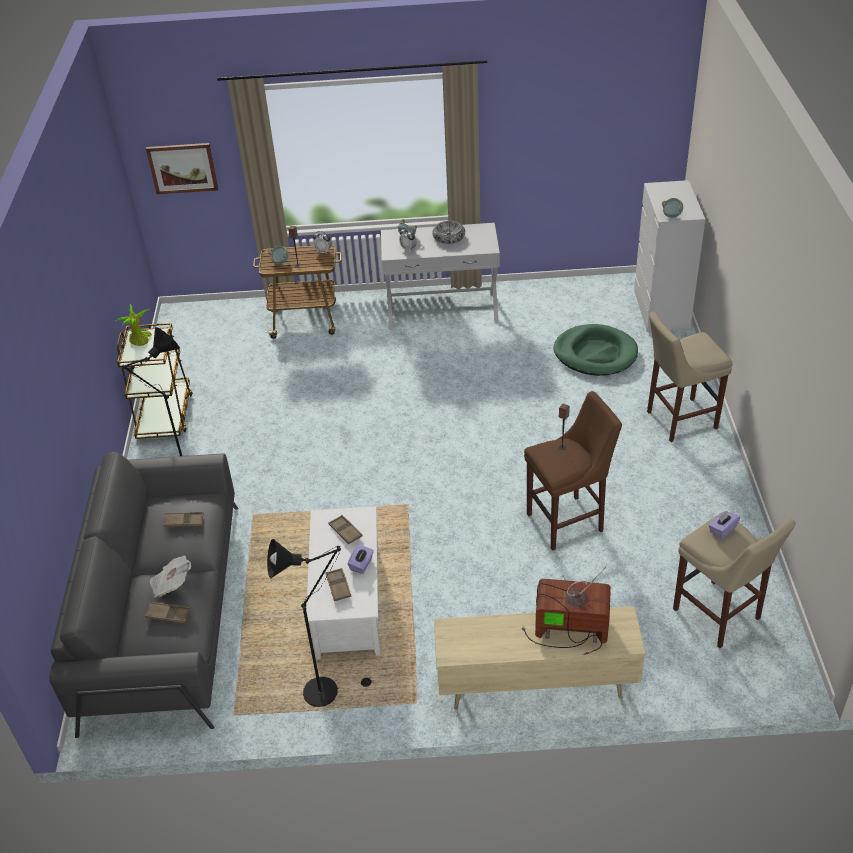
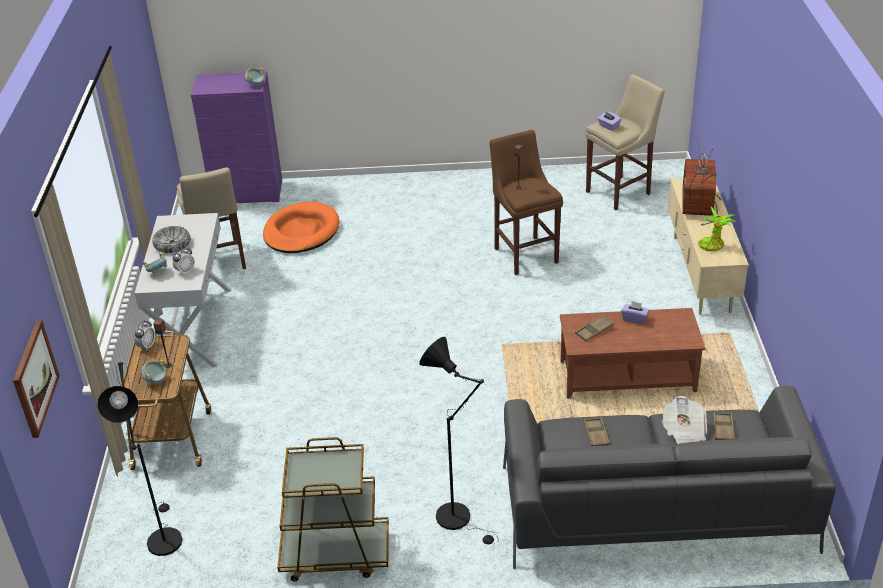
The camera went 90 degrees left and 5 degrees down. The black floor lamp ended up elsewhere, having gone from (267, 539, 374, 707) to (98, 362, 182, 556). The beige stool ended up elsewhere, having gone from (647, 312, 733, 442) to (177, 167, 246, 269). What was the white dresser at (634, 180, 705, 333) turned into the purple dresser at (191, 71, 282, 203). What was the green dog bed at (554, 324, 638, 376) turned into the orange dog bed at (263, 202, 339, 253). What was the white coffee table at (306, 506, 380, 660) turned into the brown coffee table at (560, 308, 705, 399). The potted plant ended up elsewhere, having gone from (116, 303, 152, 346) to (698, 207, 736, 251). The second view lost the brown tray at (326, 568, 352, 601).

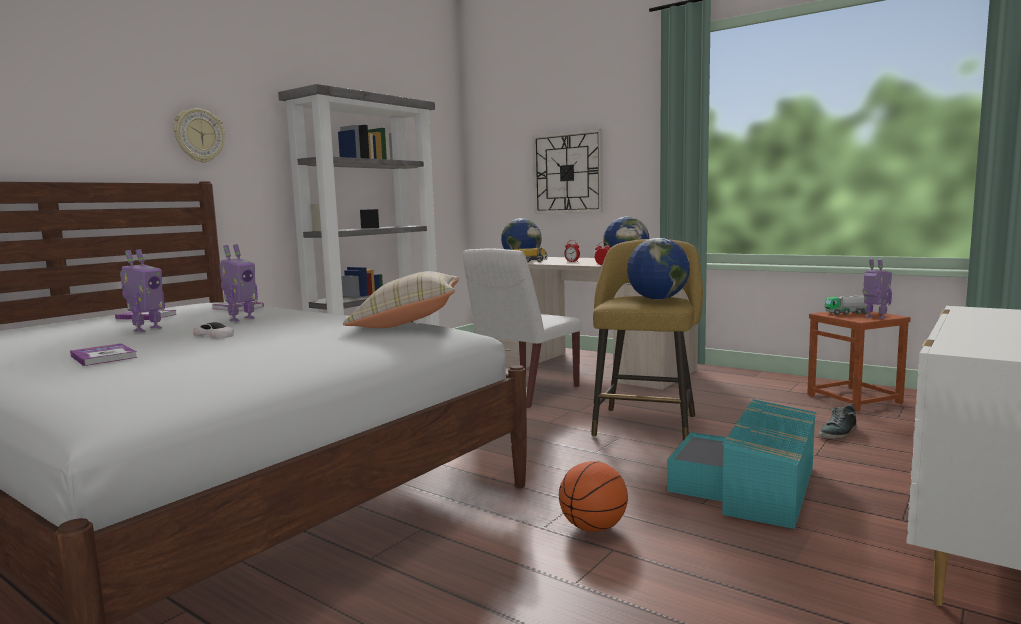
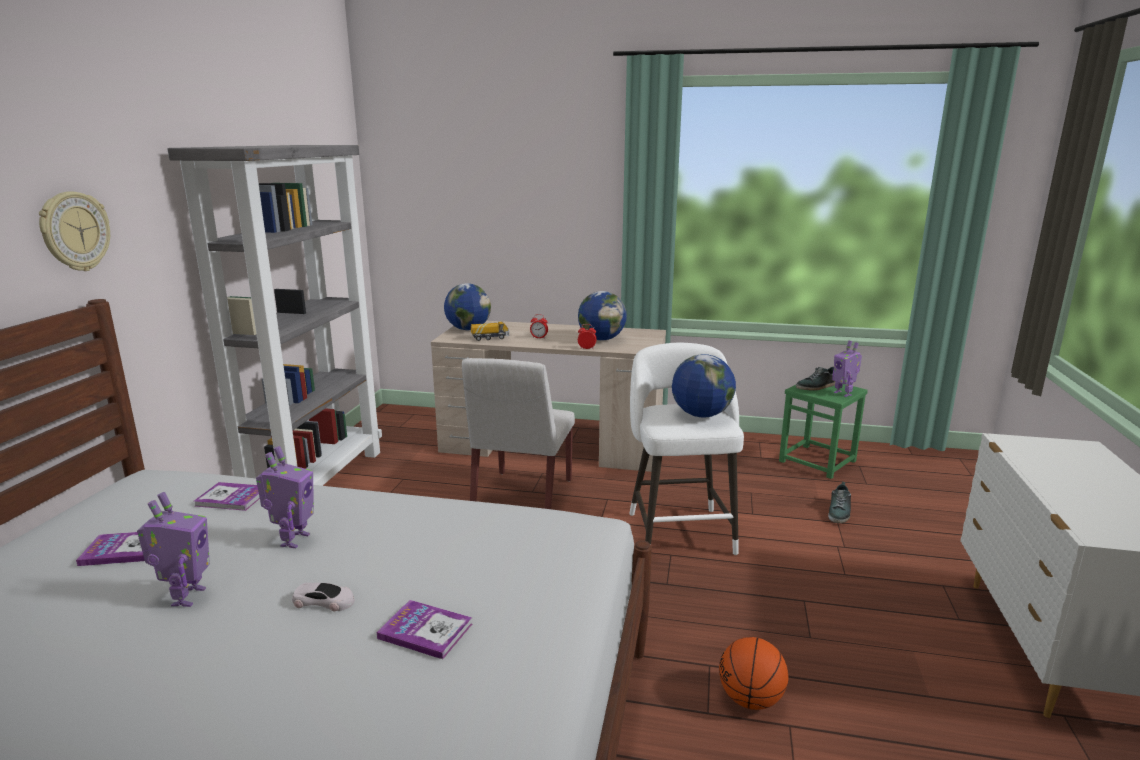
The camera went 25 degrees left and 10 degrees up. The book ended up elsewhere, having gone from (70, 343, 137, 366) to (377, 600, 472, 659). What was the yellow stool at (591, 239, 703, 440) turned into the white stool at (629, 343, 744, 555). What was the brown stool at (807, 311, 911, 411) turned into the green stool at (779, 384, 868, 479). Where the toy truck stood at (825, 295, 874, 315), the shoe came to stand at (796, 367, 836, 391). The toy robot at (862, 258, 892, 319) ended up facing another way, 150 degrees counterclockwise from before. The second view lost the beige pillow at (343, 271, 459, 328). The second view lost the wall clock at (533, 129, 603, 214). The second view lost the turquoise storage box at (667, 399, 817, 529).

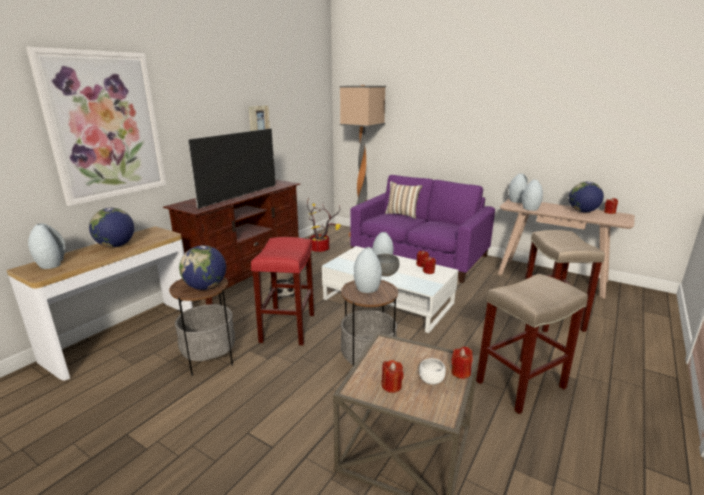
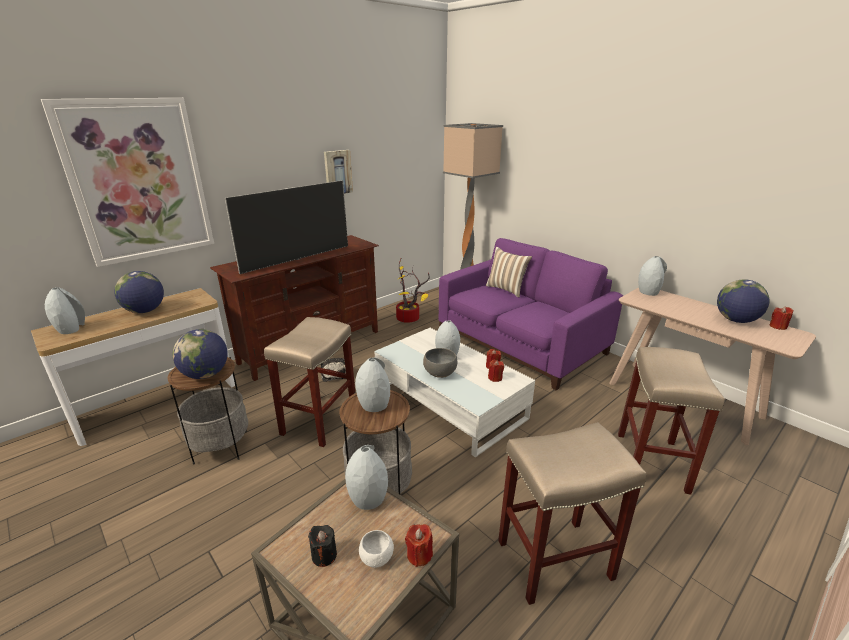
The camera went 15 degrees right and 5 degrees up. What was the red stool at (251, 237, 314, 345) turned into the beige stool at (264, 317, 355, 447). What was the red candle at (382, 360, 404, 393) turned into the black candle at (308, 525, 337, 567). The grey vase ended up elsewhere, having gone from (522, 179, 543, 211) to (345, 445, 388, 510).

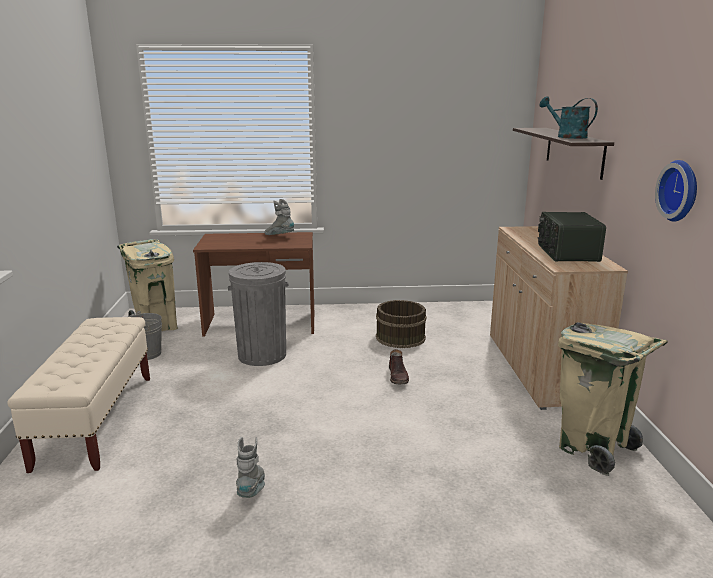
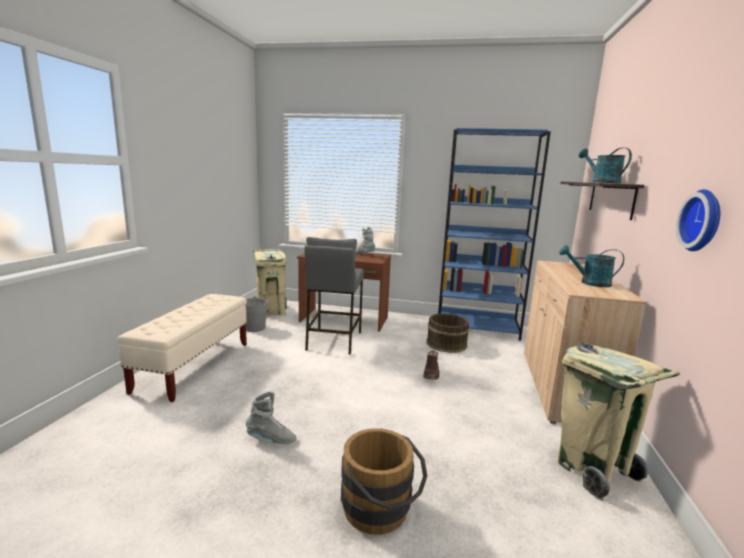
The camera went 15 degrees right and 5 degrees down. The grey boot at (236, 437, 265, 498) ended up facing another way, 75 degrees clockwise from before. Where the grey trash can stood at (228, 262, 288, 366), the grey stool came to stand at (304, 237, 364, 355). The second view gained the brown bucket at (341, 428, 427, 535). The second view gained the blue bookcase at (438, 128, 551, 341). Where the radio stood at (537, 212, 606, 262), the turquoise watering can came to stand at (559, 245, 624, 287).

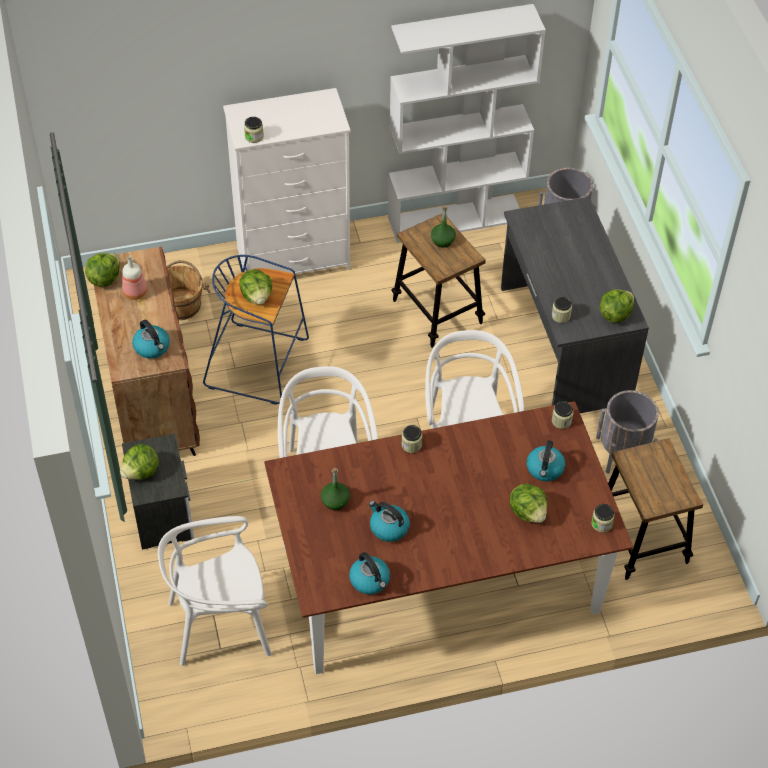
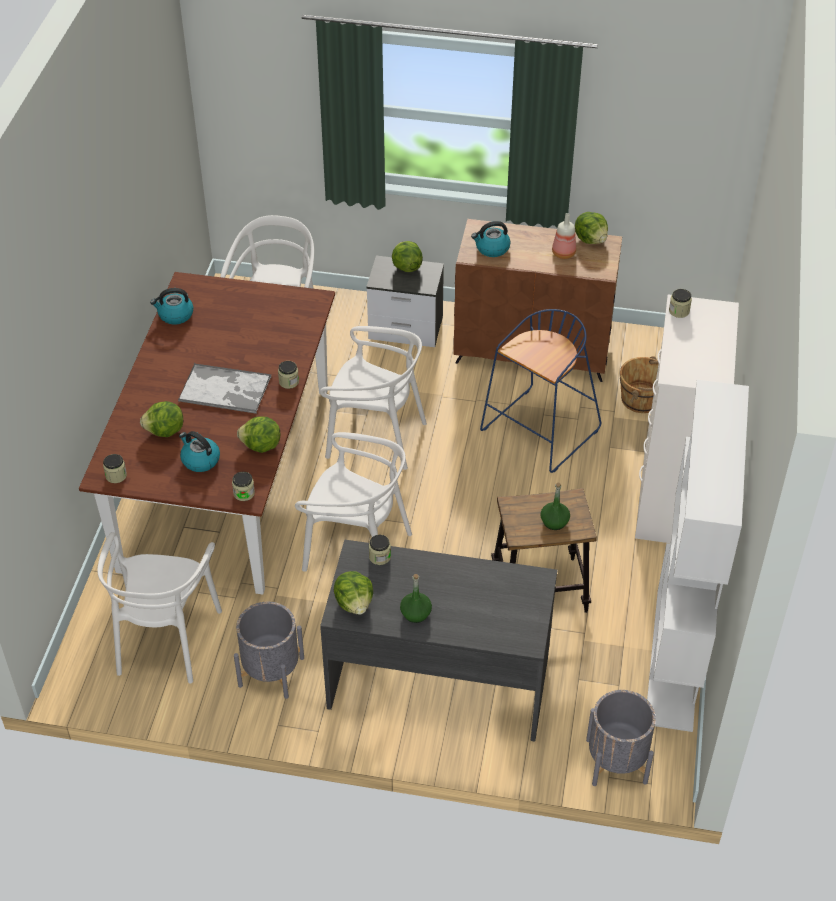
The camera went 115 degrees right and 5 degrees down. Where the stool stood at (608, 438, 703, 580), the white chair came to stand at (97, 532, 222, 684). The second view gained the tray at (178, 363, 271, 414). The lettuce ended up elsewhere, having gone from (239, 269, 272, 305) to (237, 416, 280, 453). The green bottle ended up elsewhere, having gone from (321, 468, 350, 510) to (400, 574, 432, 623). The second view lost the kettle at (369, 501, 410, 542).

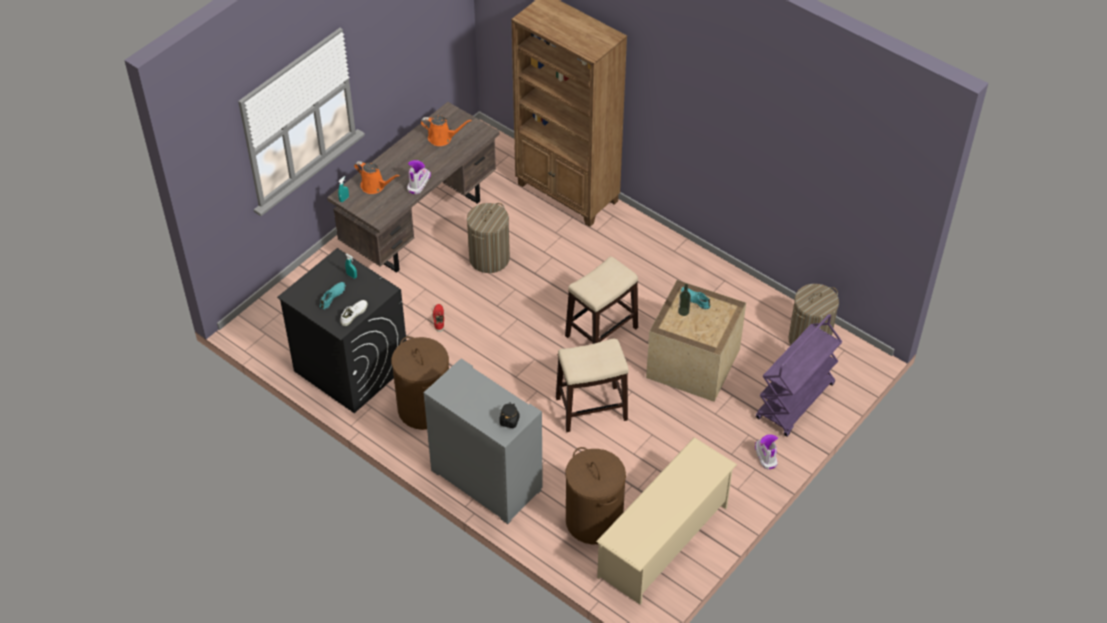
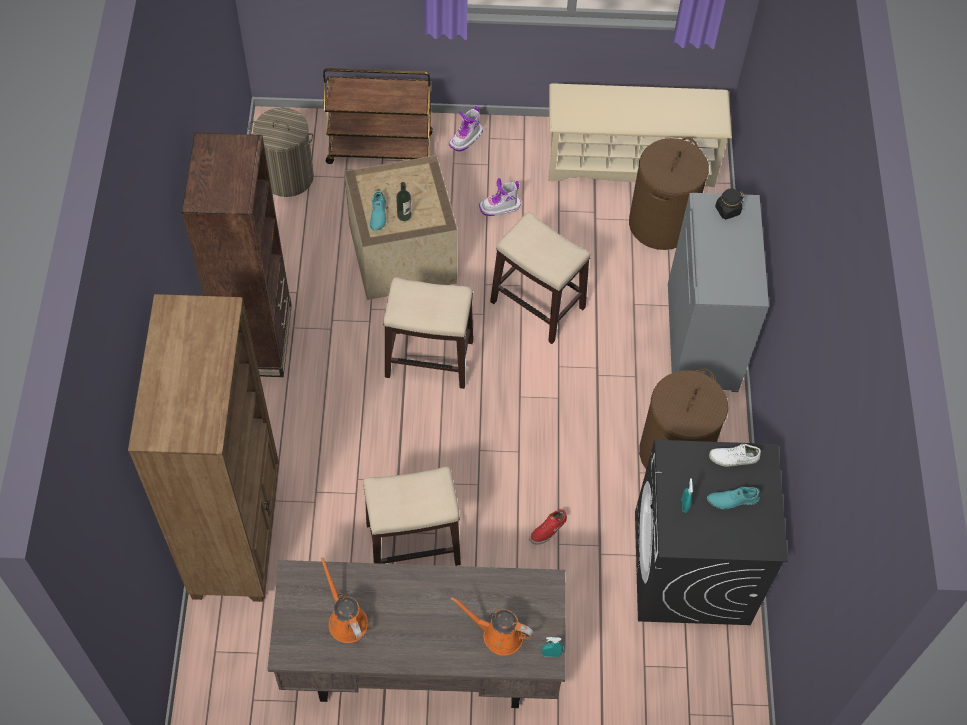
The camera went 130 degrees left and 10 degrees up. The second view gained the brown bookcase at (182, 133, 292, 377). What was the purple cart at (756, 314, 842, 437) turned into the brown cart at (323, 68, 433, 164). Where the laundry basket stood at (467, 203, 510, 273), the stool came to stand at (363, 466, 461, 566). The orange watering can at (354, 161, 400, 194) ended up facing another way, 60 degrees counterclockwise from before. The boot ended up elsewhere, having gone from (407, 160, 431, 194) to (479, 178, 521, 216).

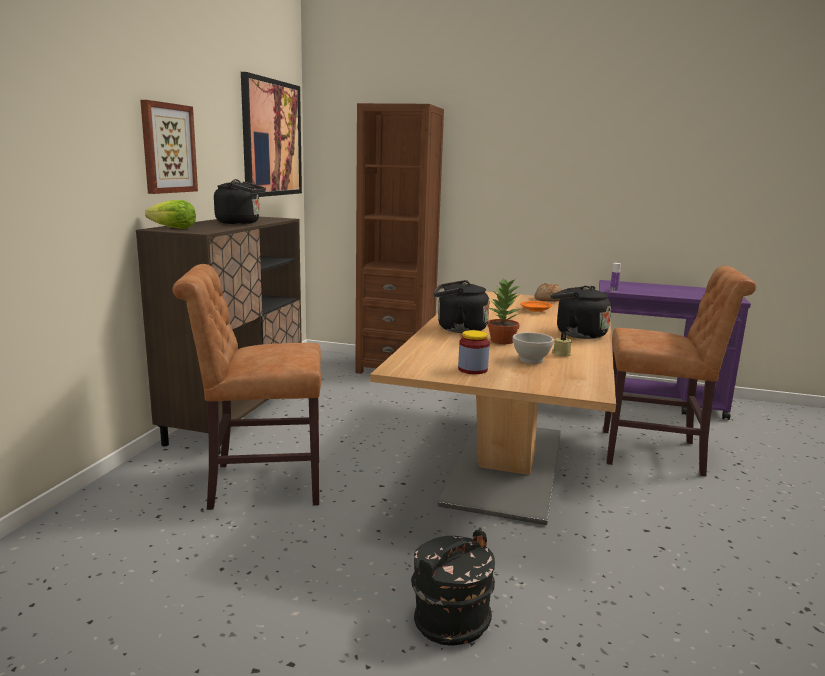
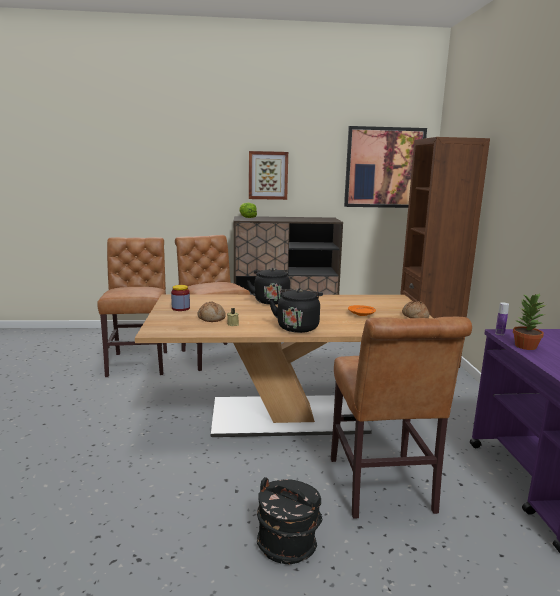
The camera went 70 degrees right and 0 degrees up. The second view gained the brown chair at (97, 237, 167, 377). Where the white bowl stood at (512, 332, 554, 364), the bread came to stand at (197, 302, 226, 322). The black bucket ended up elsewhere, having gone from (411, 530, 495, 646) to (257, 477, 323, 564). The potted plant ended up elsewhere, having gone from (487, 278, 521, 344) to (513, 293, 546, 350). The second view lost the black kettle at (214, 179, 266, 224).

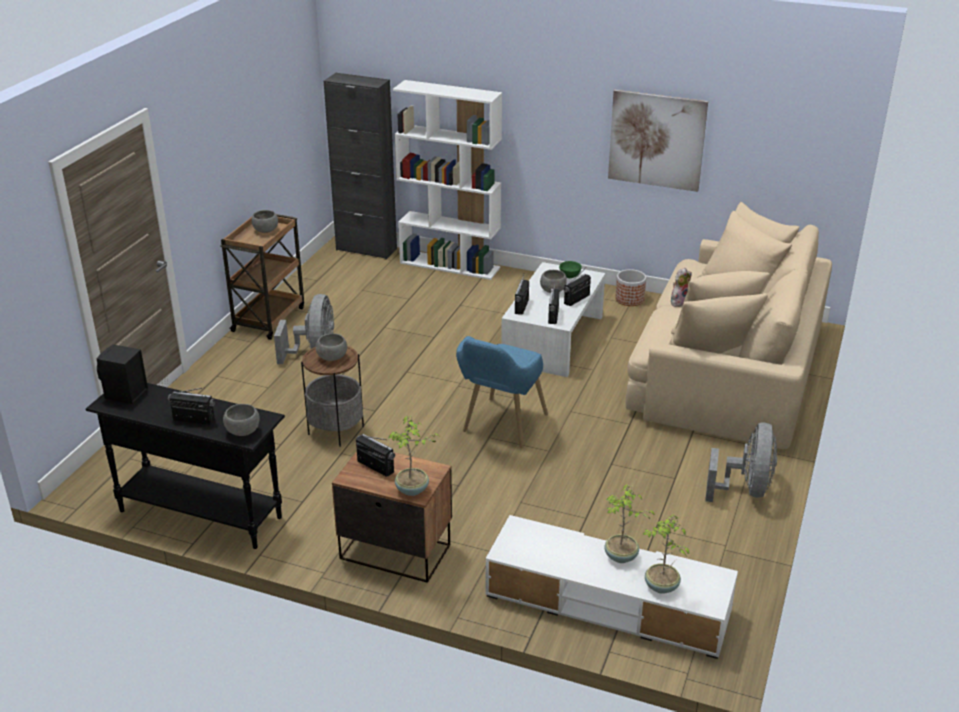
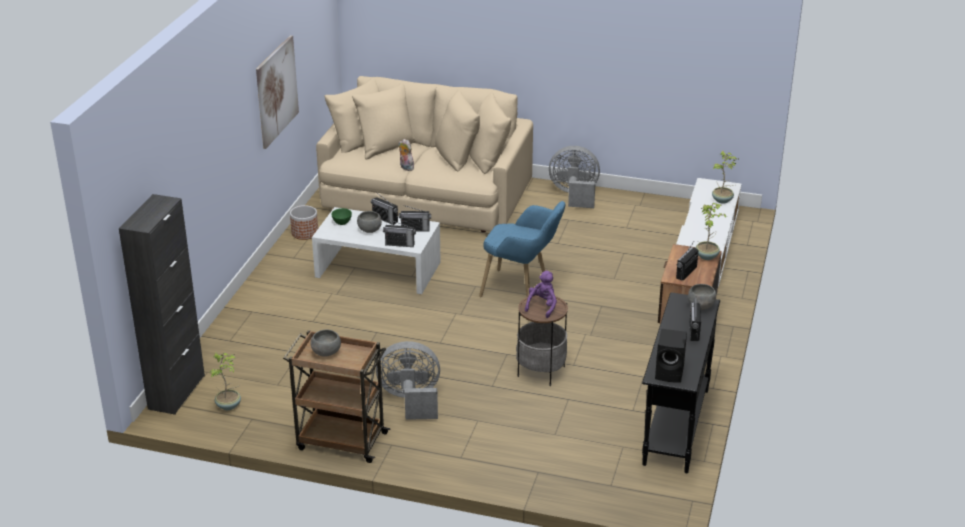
The camera went 95 degrees left and 0 degrees up. The potted plant ended up elsewhere, having gone from (605, 484, 655, 563) to (209, 352, 241, 410). Where the grey bowl stood at (316, 334, 347, 361), the purple plush toy came to stand at (525, 271, 557, 318). The second view lost the white bookcase at (393, 80, 502, 280).

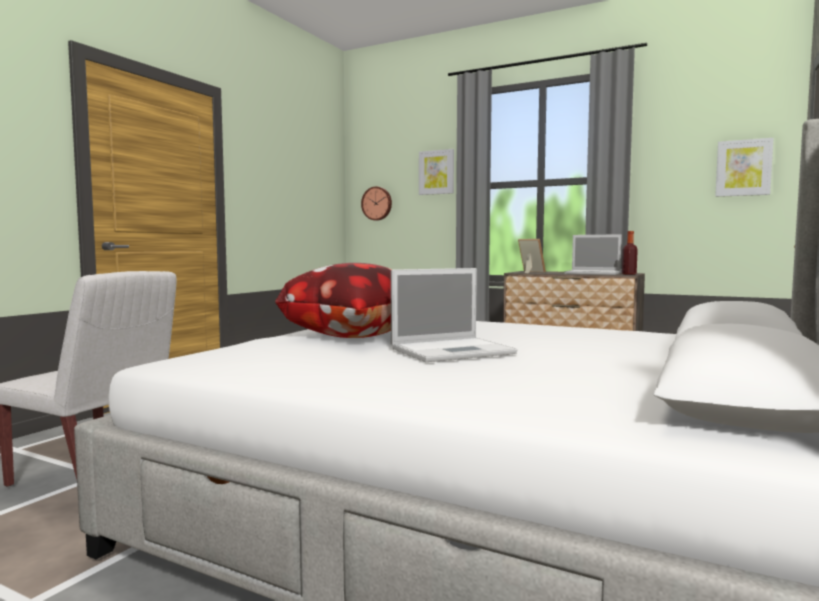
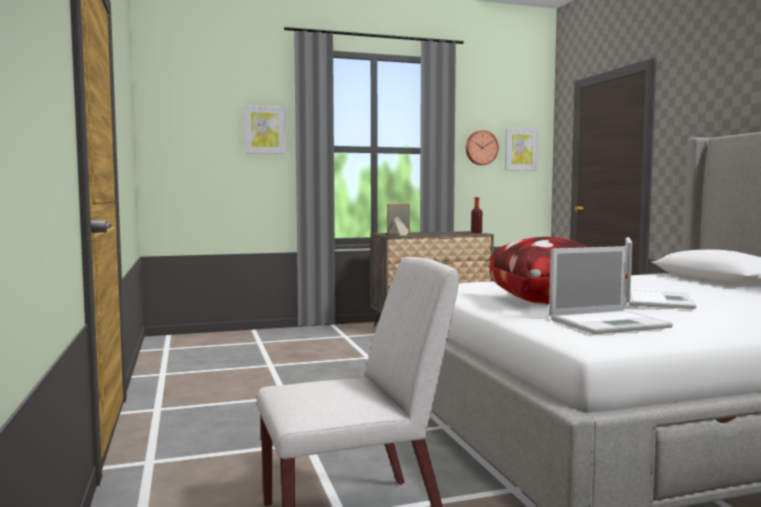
The camera went 45 degrees left and 0 degrees up. The wall clock ended up elsewhere, having gone from (361, 187, 392, 221) to (466, 130, 499, 165). The laptop ended up elsewhere, having gone from (564, 234, 622, 275) to (549, 246, 673, 334).

